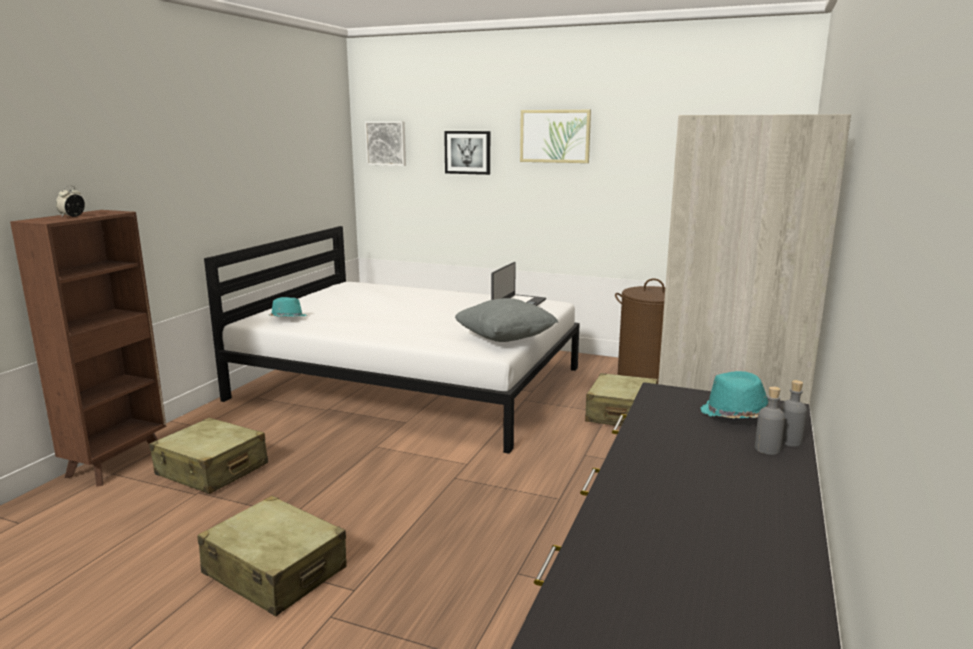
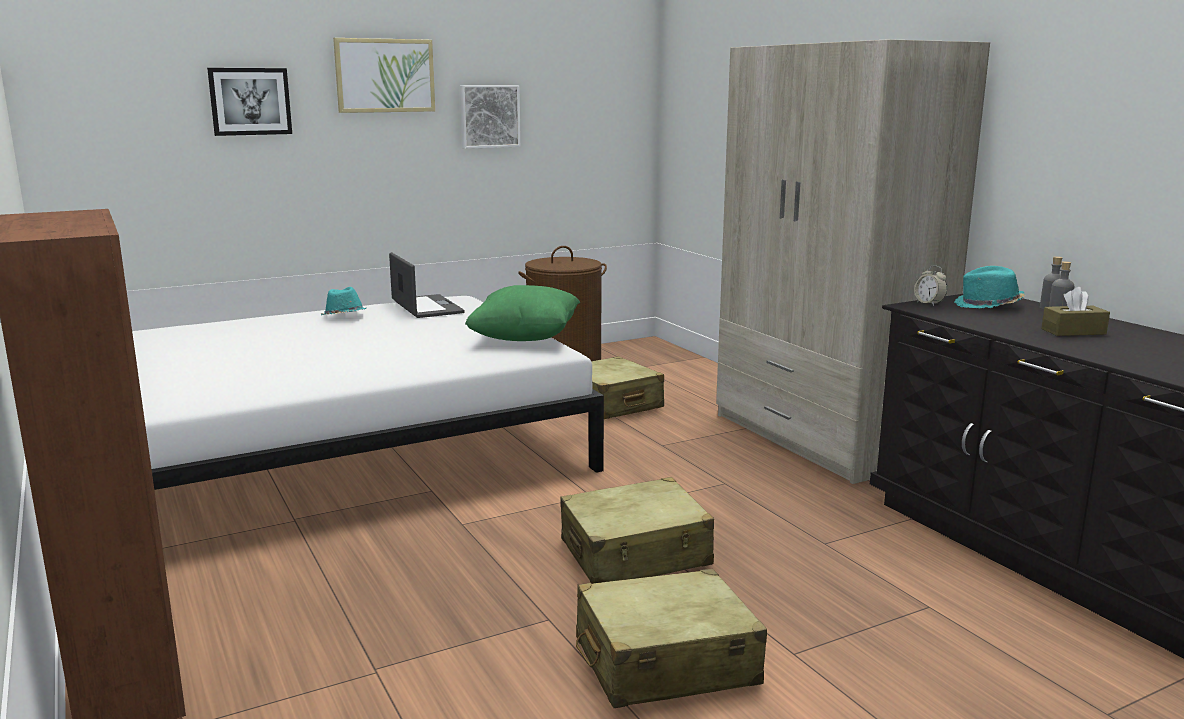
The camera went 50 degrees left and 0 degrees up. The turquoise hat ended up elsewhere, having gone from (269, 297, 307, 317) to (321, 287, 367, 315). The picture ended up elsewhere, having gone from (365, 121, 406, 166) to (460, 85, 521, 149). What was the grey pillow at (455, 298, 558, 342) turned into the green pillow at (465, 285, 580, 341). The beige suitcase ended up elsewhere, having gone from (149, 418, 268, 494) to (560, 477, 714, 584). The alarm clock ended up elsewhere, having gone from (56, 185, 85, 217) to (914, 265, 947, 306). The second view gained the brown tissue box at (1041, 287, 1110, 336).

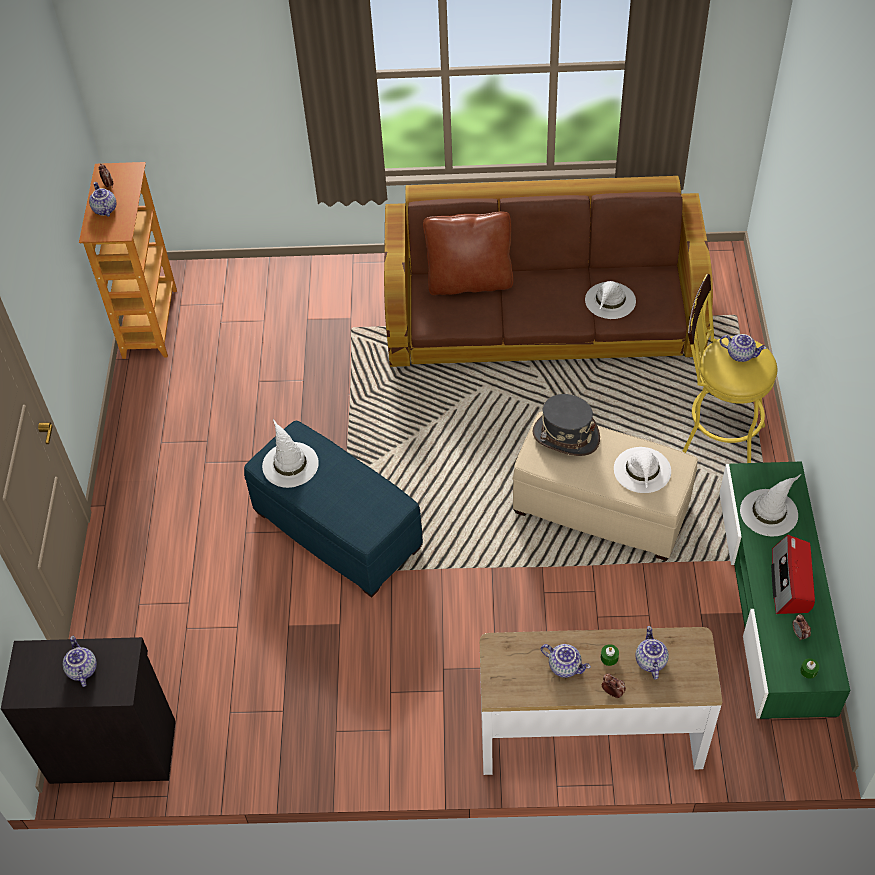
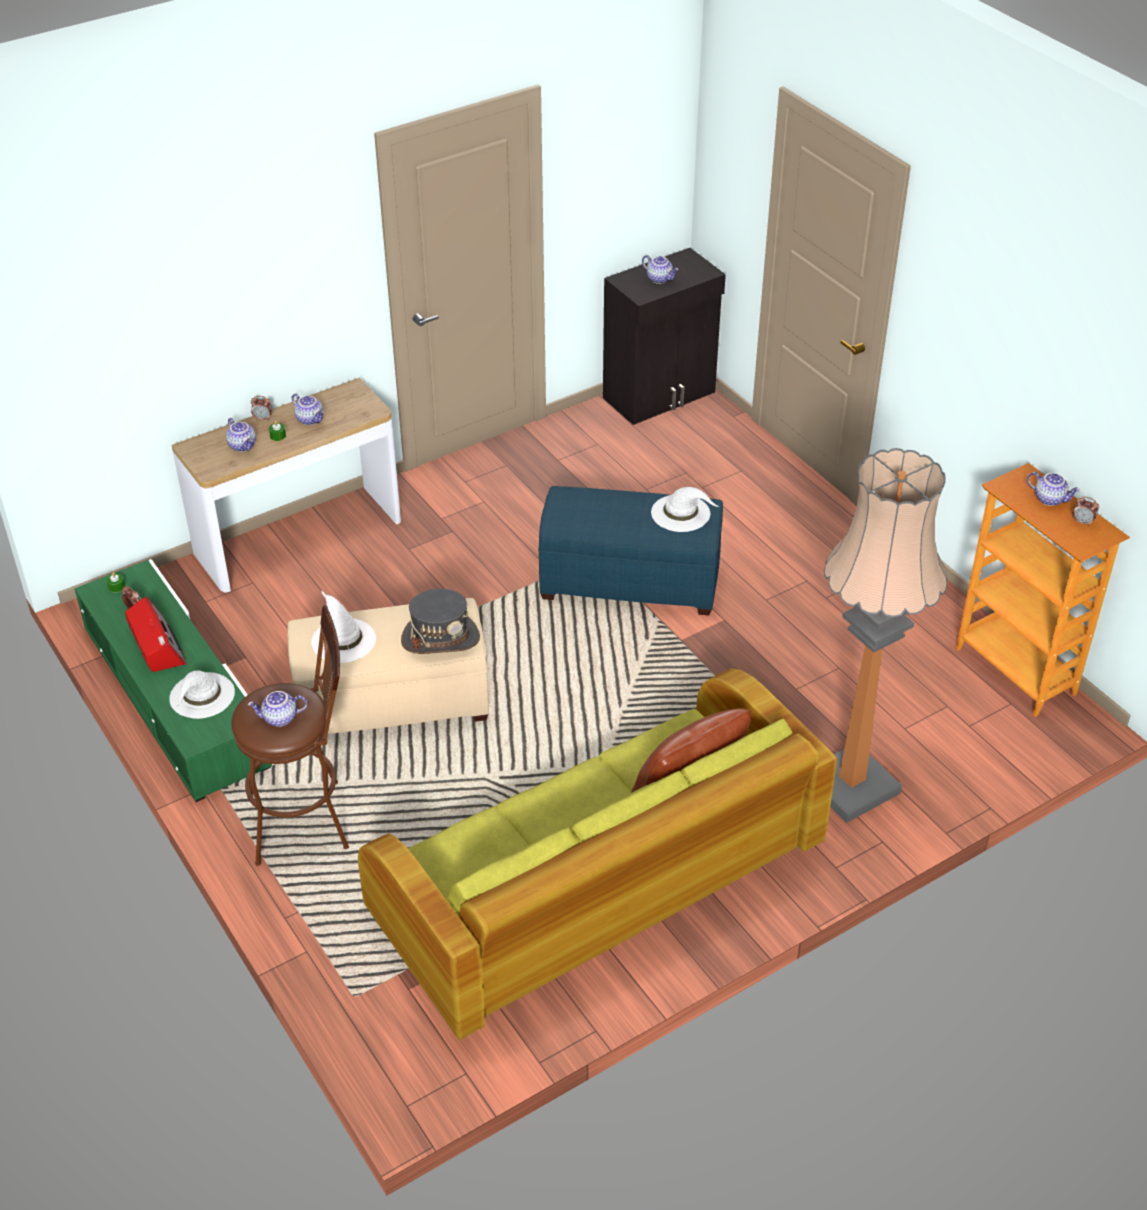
The camera went 145 degrees right and 10 degrees down. What was the yellow stool at (682, 274, 777, 463) turned into the brown stool at (231, 605, 349, 866). The teapot at (541, 644, 591, 678) ended up facing another way, 135 degrees counterclockwise from before. What was the brown sofa at (384, 176, 713, 368) turned into the green sofa at (358, 668, 837, 1040). The second view gained the floor lamp at (824, 448, 947, 823). The second view lost the white hat at (585, 281, 636, 319).

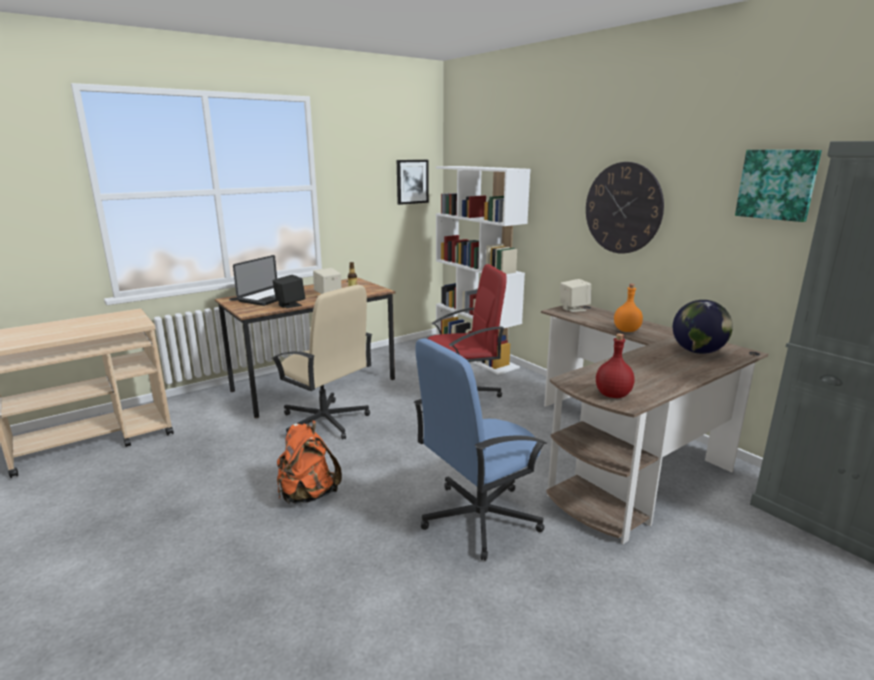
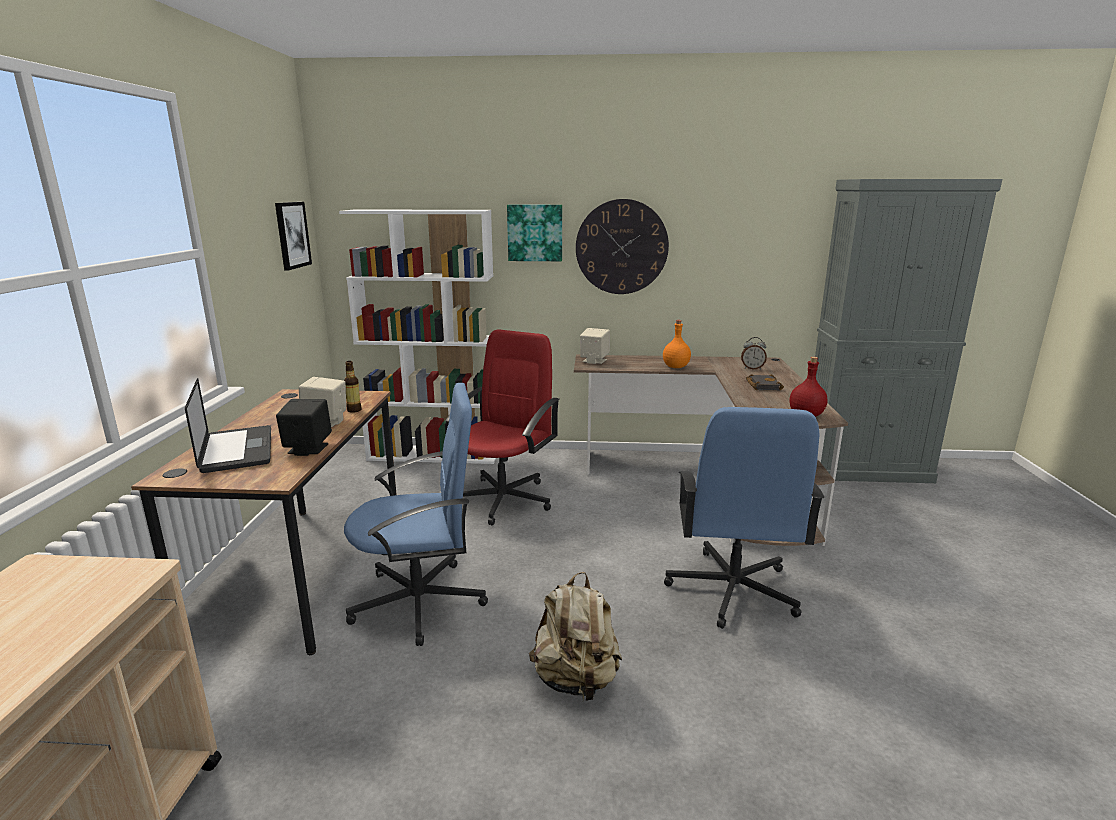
The camera went 50 degrees left and 0 degrees up. What was the beige office chair at (271, 285, 372, 440) turned into the blue office chair at (344, 383, 488, 646). The picture ended up elsewhere, having gone from (735, 150, 822, 222) to (507, 205, 562, 261). What was the orange backpack at (277, 420, 342, 504) turned into the beige backpack at (529, 572, 622, 702). Where the globe stood at (673, 300, 733, 354), the alarm clock came to stand at (741, 337, 767, 370). The second view gained the black book at (746, 374, 784, 390).

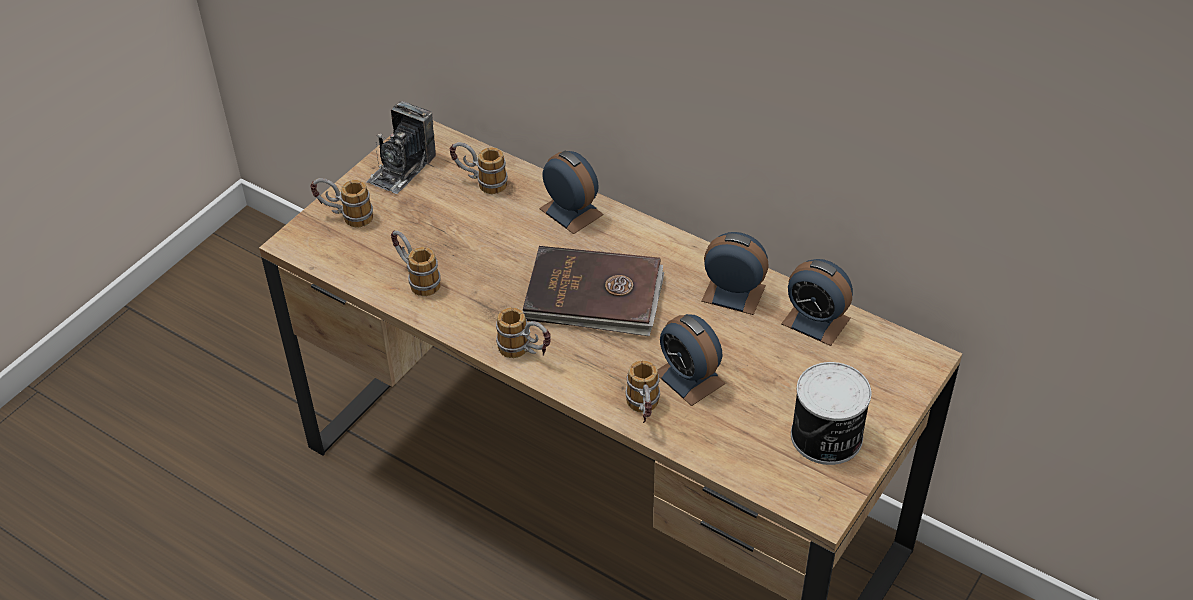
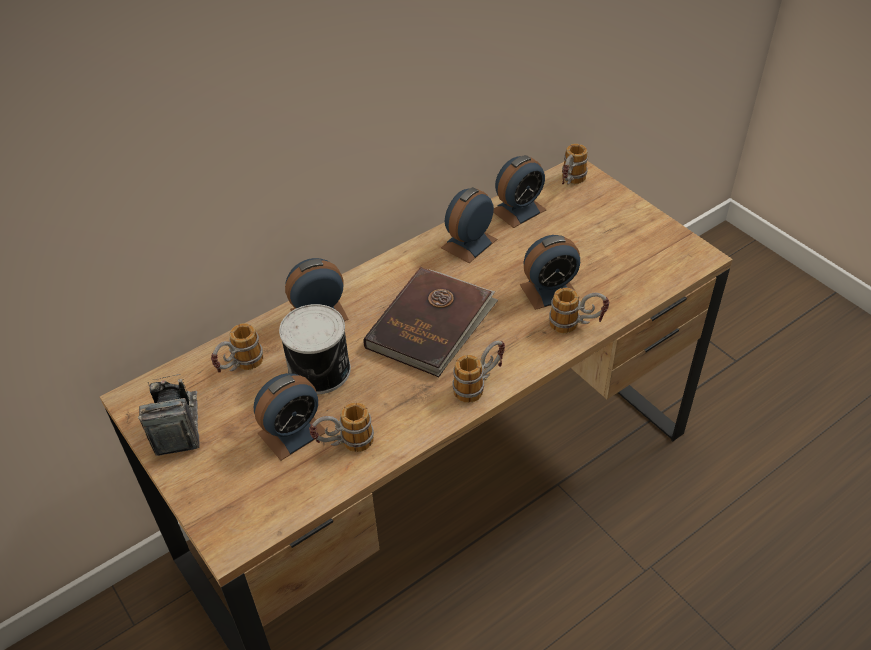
The camera went 70 degrees left and 0 degrees up. The photo camera at (366, 101, 436, 194) ended up facing another way, 150 degrees counterclockwise from before. The second view gained the alarm clock at (254, 373, 325, 460). The can ended up elsewhere, having gone from (791, 362, 871, 465) to (279, 304, 351, 394). The mug ended up elsewhere, having gone from (310, 178, 373, 227) to (562, 144, 588, 184).

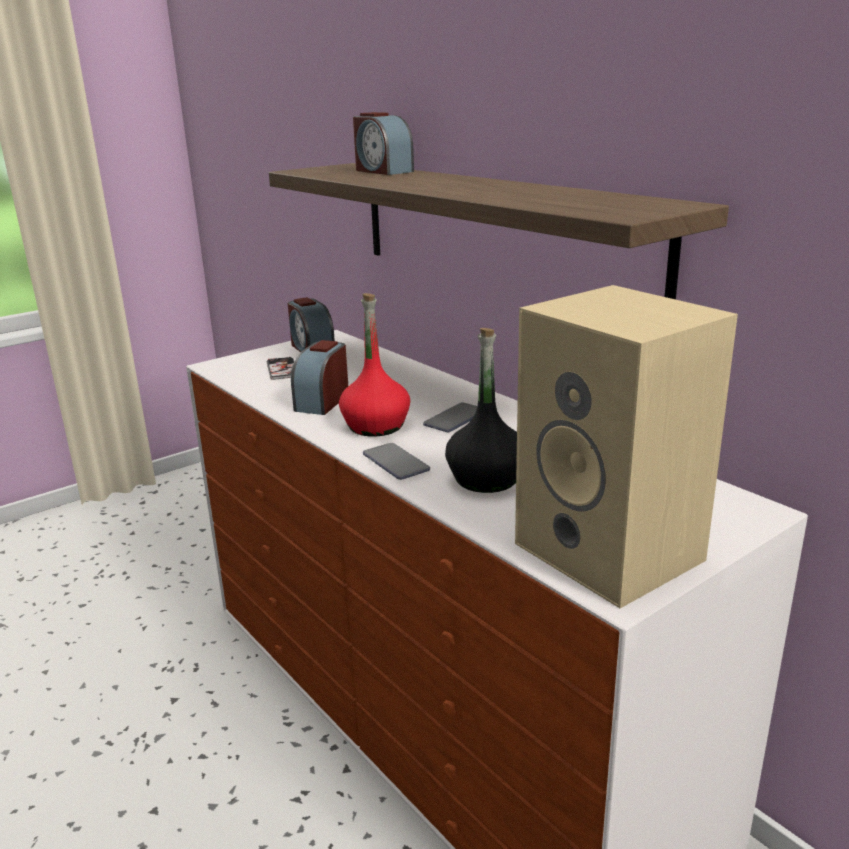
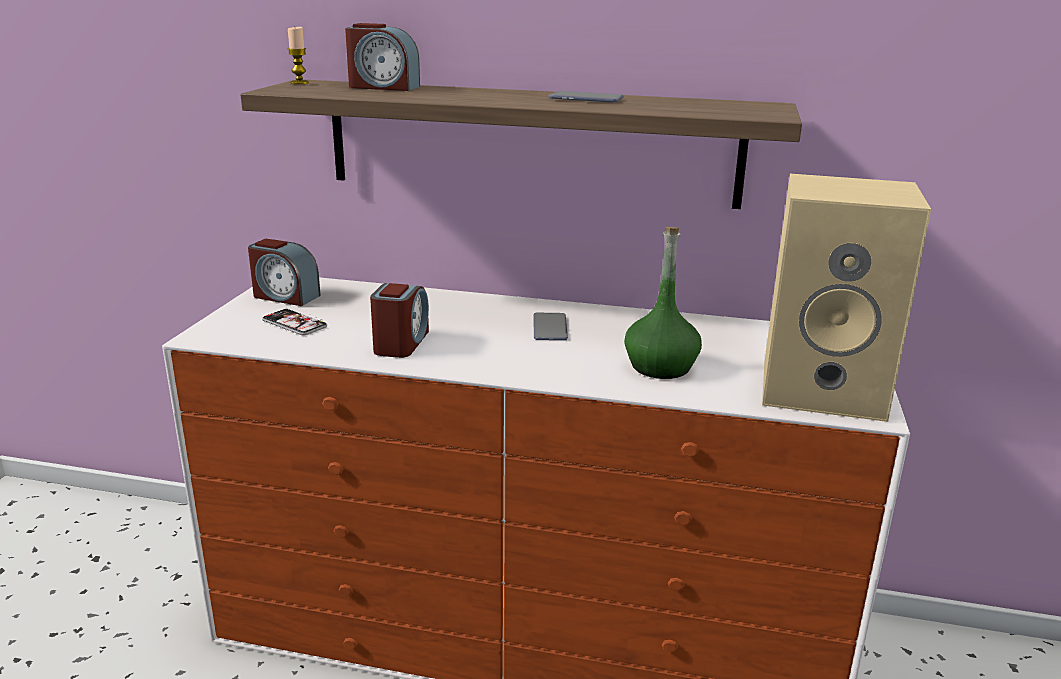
The camera went 40 degrees left and 0 degrees up. The second view gained the candle at (287, 27, 309, 84). The alarm clock at (291, 340, 348, 415) ended up facing another way, 150 degrees counterclockwise from before. The phone ended up elsewhere, having gone from (363, 443, 430, 480) to (549, 91, 624, 103). What was the black bottle at (445, 328, 517, 493) turned into the green bottle at (624, 227, 702, 379). The second view lost the red bottle at (339, 293, 410, 436).

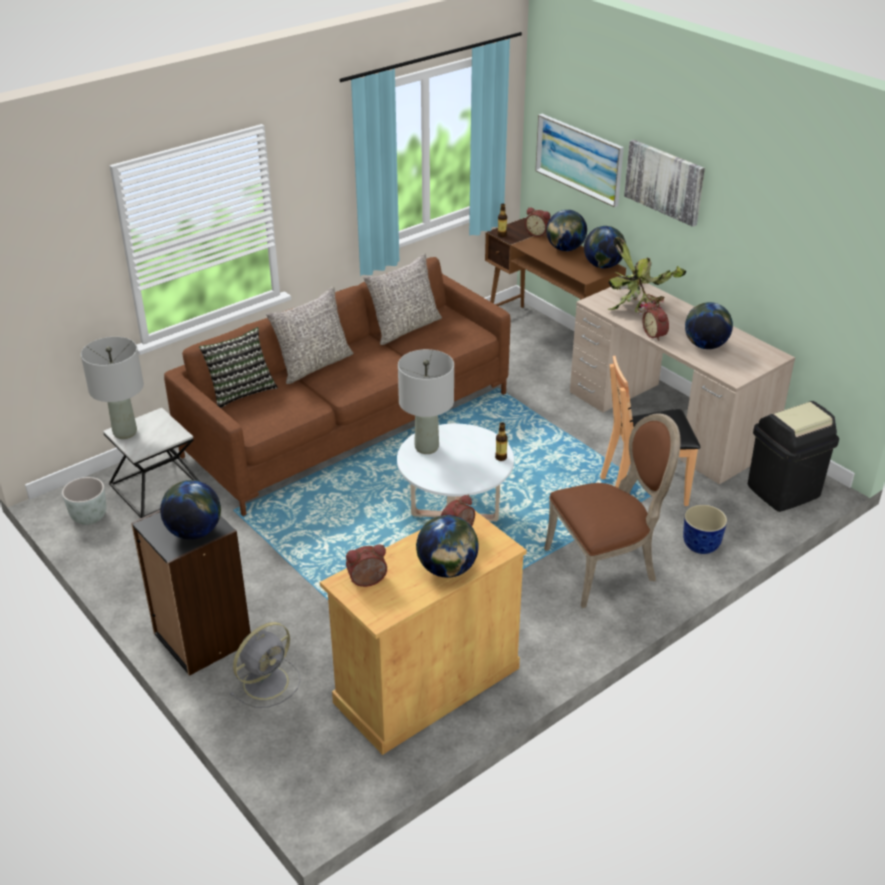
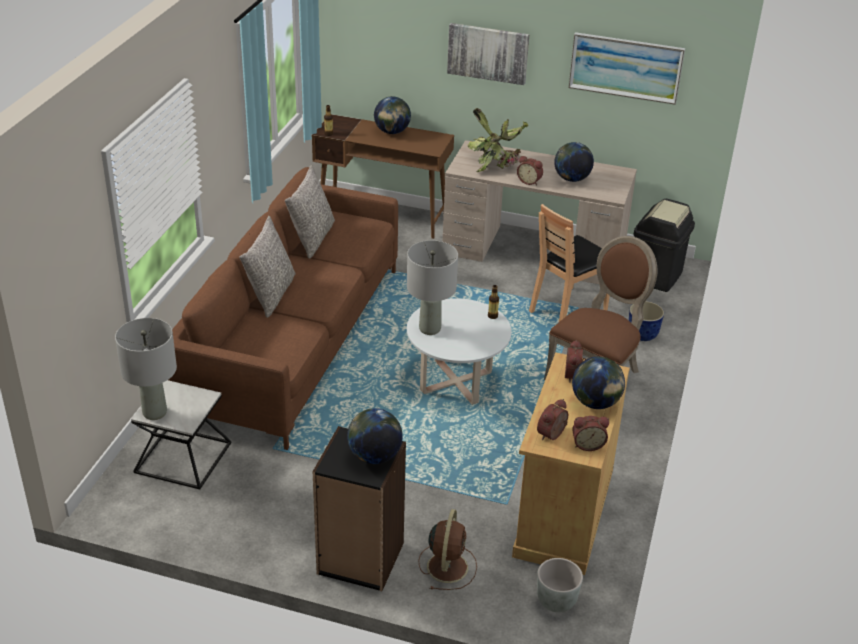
The camera went 35 degrees left and 0 degrees up. What was the grey fan at (230, 622, 301, 708) turned into the brown fan at (418, 509, 477, 590). The grey planter ended up elsewhere, having gone from (62, 477, 107, 525) to (537, 558, 583, 612). The picture ended up elsewhere, having gone from (535, 114, 624, 207) to (569, 32, 685, 105). The alarm clock ended up elsewhere, having gone from (525, 207, 550, 237) to (572, 416, 609, 451). The second view lost the pillow at (199, 327, 278, 408). The second view lost the globe at (584, 226, 626, 268).

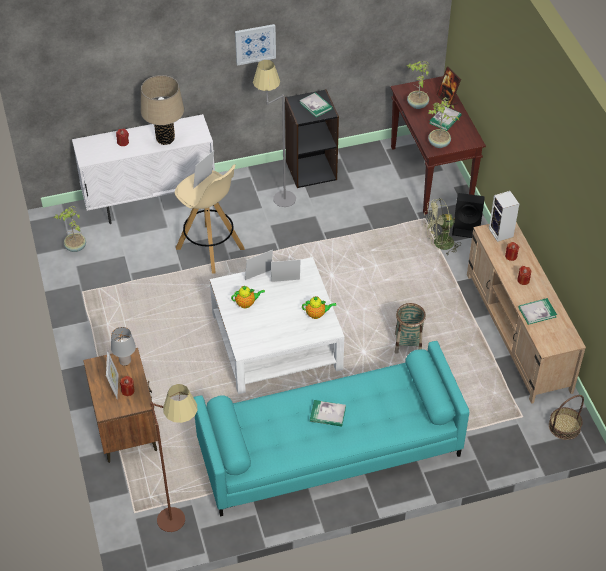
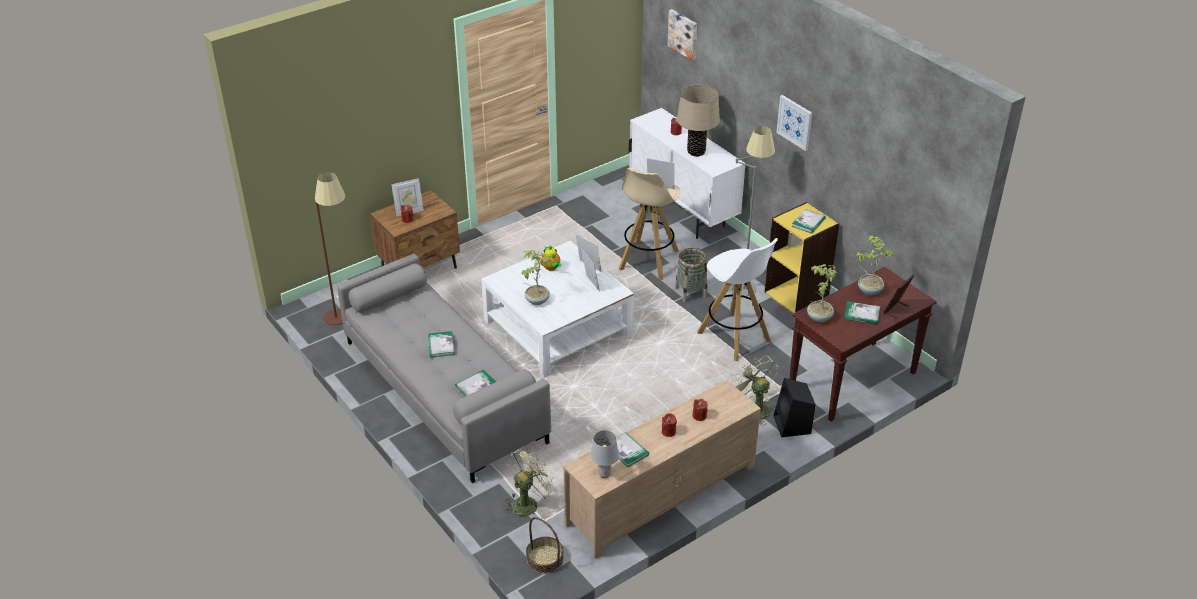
The camera went 70 degrees right and 10 degrees down. What was the turquoise sofa at (193, 341, 469, 516) turned into the grey sofa at (337, 253, 551, 483). The second view gained the book at (455, 370, 496, 396). The second view gained the green fan at (504, 446, 556, 516). The potted plant ended up elsewhere, having gone from (54, 206, 86, 252) to (522, 250, 551, 305). The grey table lamp ended up elsewhere, having gone from (111, 327, 136, 366) to (591, 431, 619, 478). The second view gained the picture at (667, 9, 697, 60). The basket ended up elsewhere, having gone from (395, 303, 426, 354) to (675, 248, 707, 302). The second view gained the white stool at (697, 238, 778, 361). What was the black bookcase at (285, 89, 339, 188) turned into the yellow bookcase at (765, 202, 839, 314). The second view lost the teapot at (302, 296, 336, 319). The second view lost the speaker at (489, 191, 519, 242).

